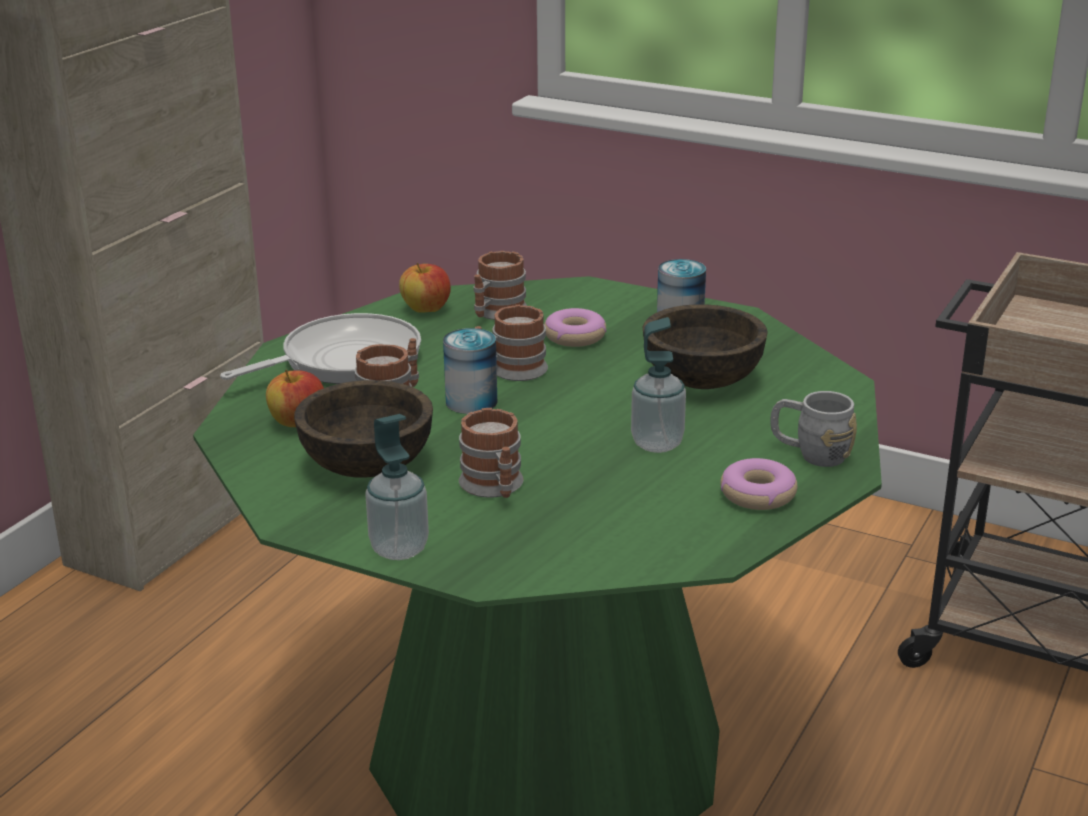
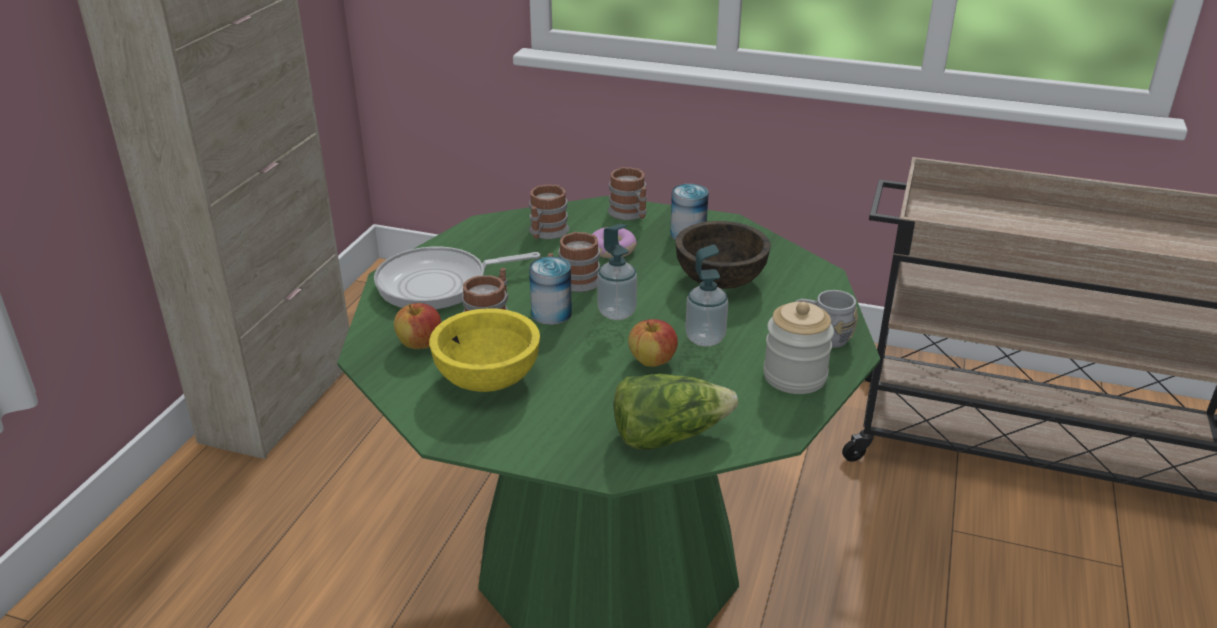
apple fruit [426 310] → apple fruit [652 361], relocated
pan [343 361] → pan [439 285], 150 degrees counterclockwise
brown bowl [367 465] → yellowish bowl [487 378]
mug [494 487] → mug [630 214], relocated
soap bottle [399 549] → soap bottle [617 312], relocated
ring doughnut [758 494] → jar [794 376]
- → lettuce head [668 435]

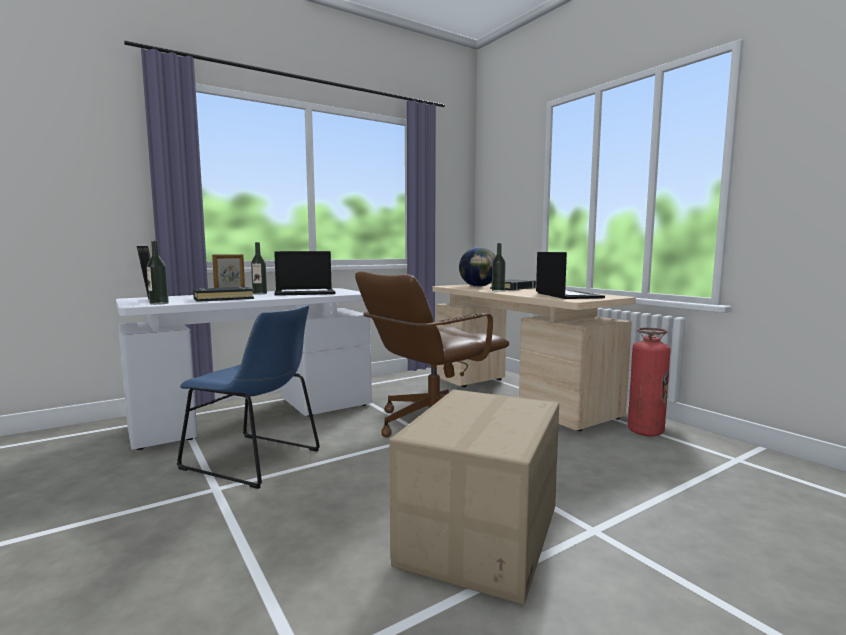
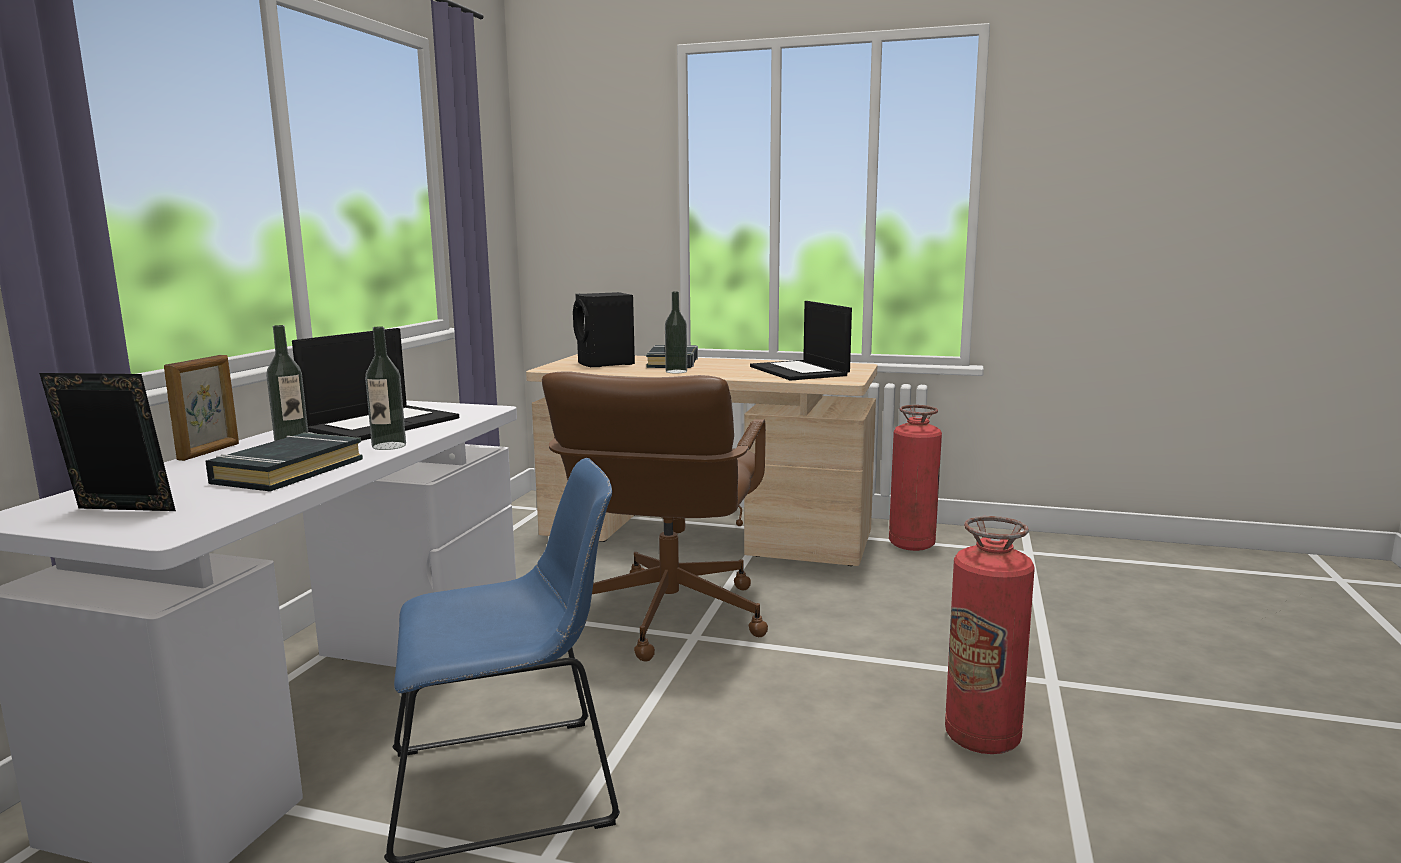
beverage bottle [159 303] → beverage bottle [389 446], relocated
desk globe [478 286] → black-coloured audio speaker [605 363]
laptop [567 295] → laptop [800 371], 150 degrees counterclockwise
packing box [482 535] → extinguisher [982 738]

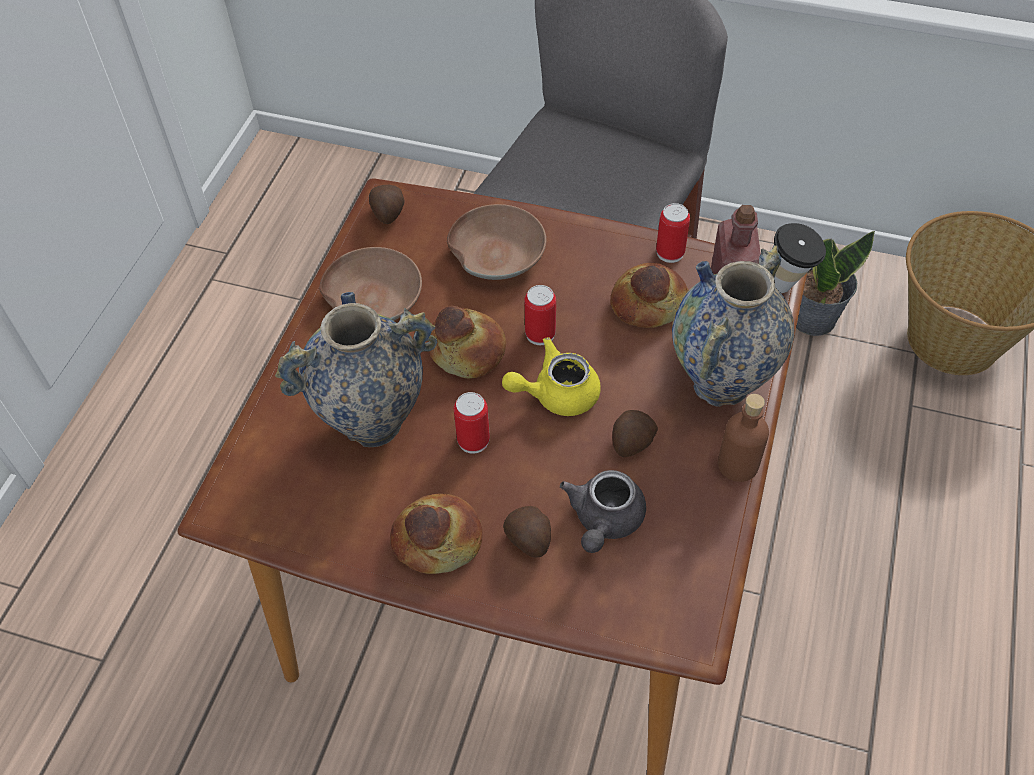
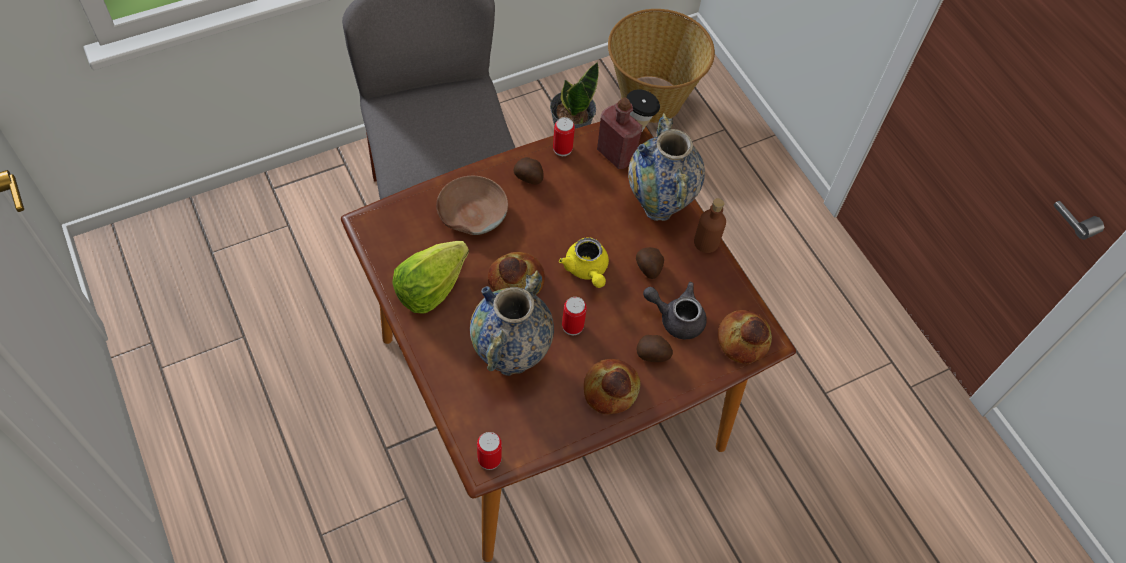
potato [387 214] → potato [529 178], relocated
brown bowl [373 298] → lettuce head [430 288]
baked bread [648 303] → baked bread [742 340], relocated
metal can [540 334] → metal can [489 459], relocated
yellowish pot for tea [556 394] → yellowish pot for tea [587 270], 45 degrees counterclockwise
grey pot for tea [604 521] → grey pot for tea [676 318], 135 degrees clockwise

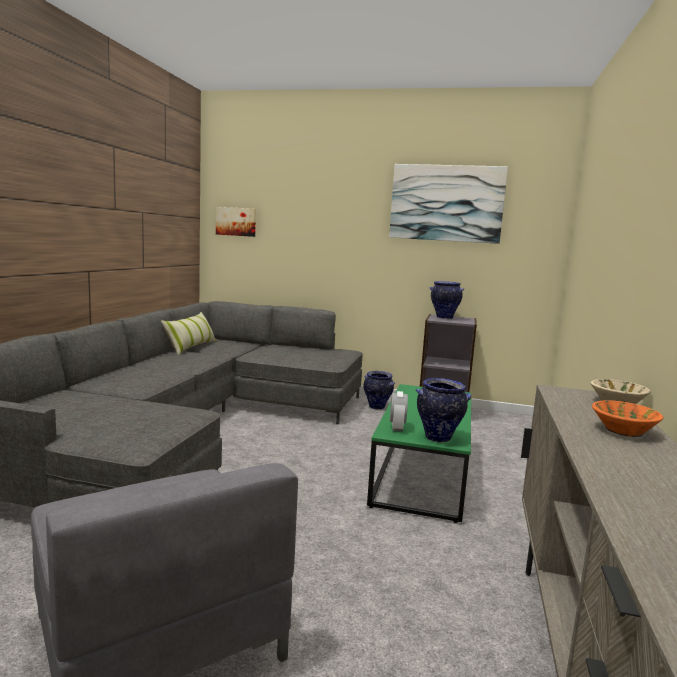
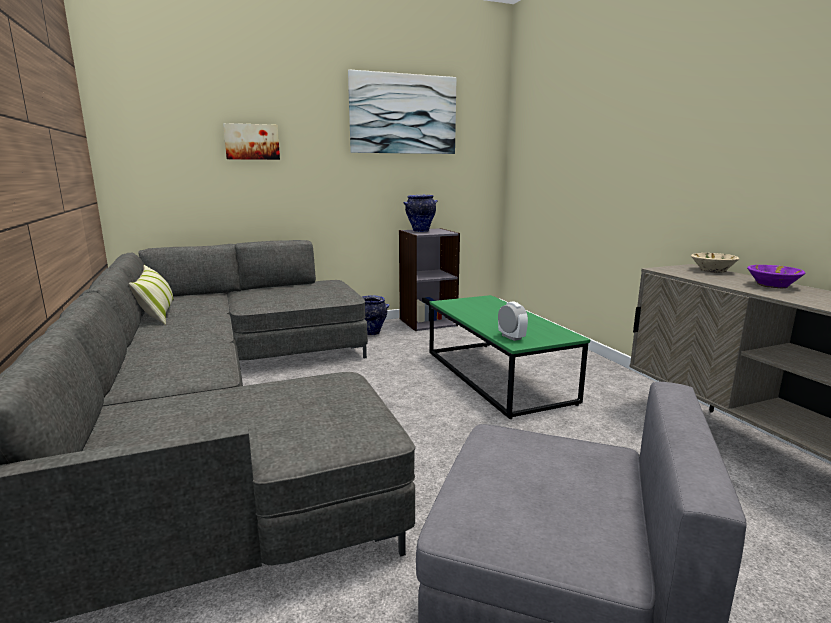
wall art [236 221] → wall art [252 142], relocated
flower vase [438 438] → -
orange bowl [623 431] → purplish bowl [772 285]

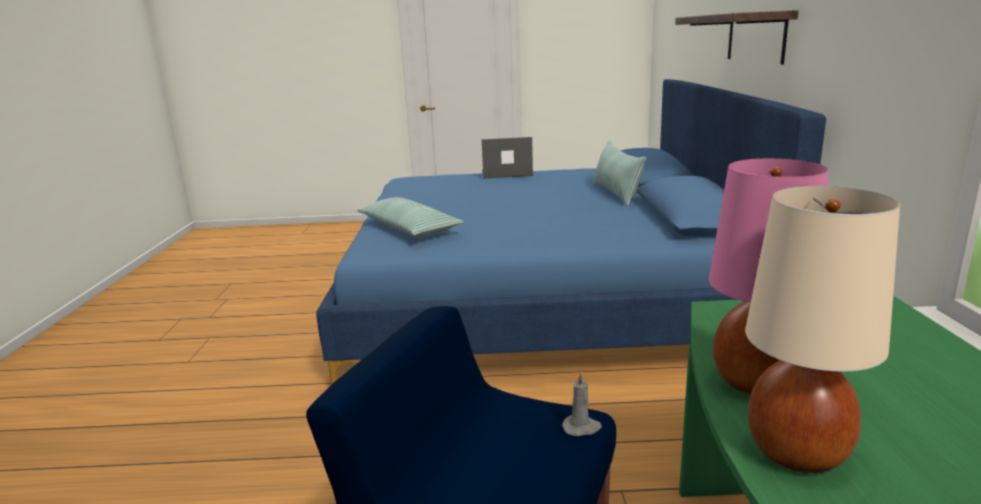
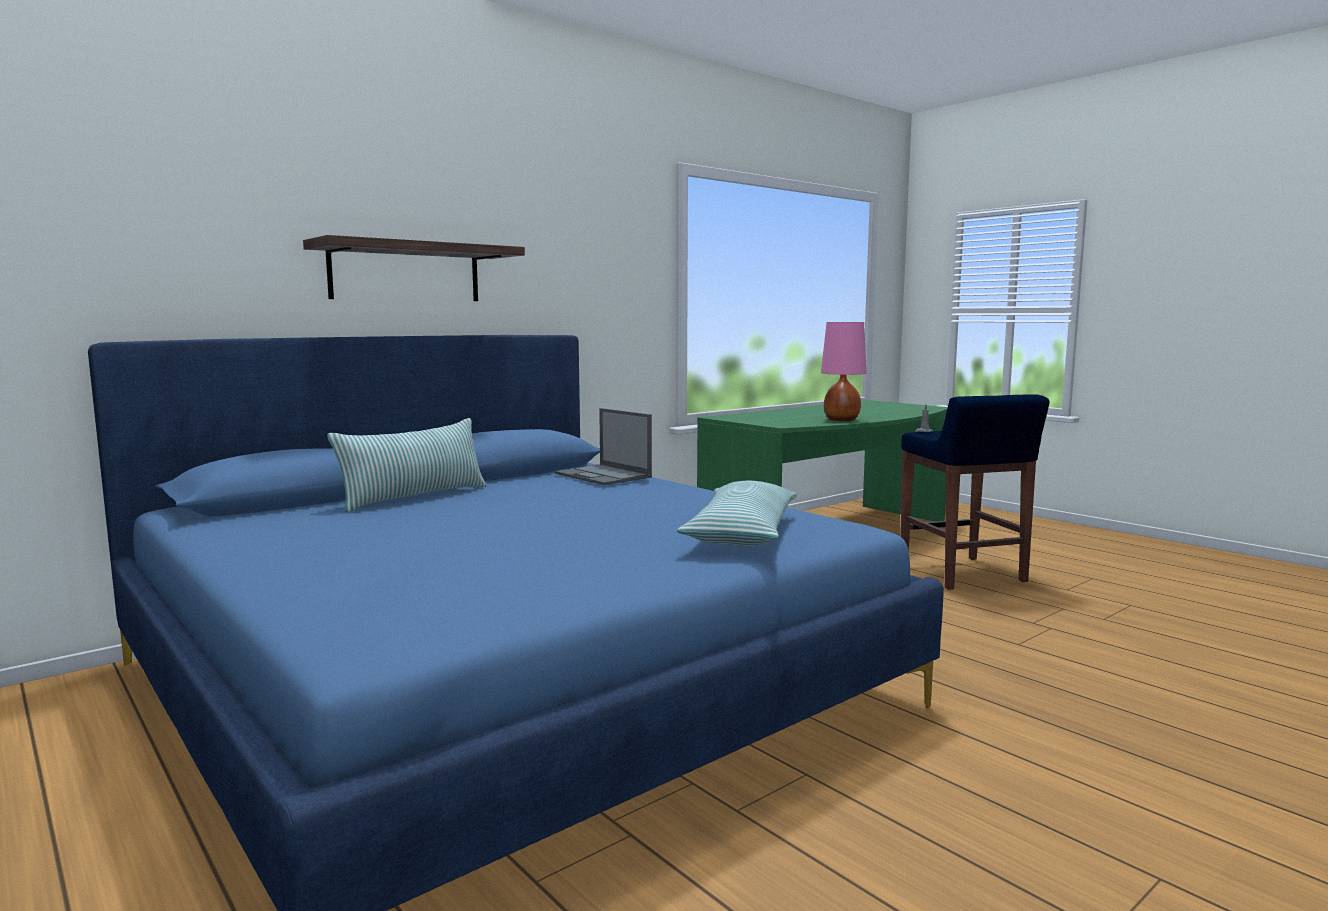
laptop [506 173] → laptop [604 475], relocated
sand-coloured lamp for a table [797 453] → -

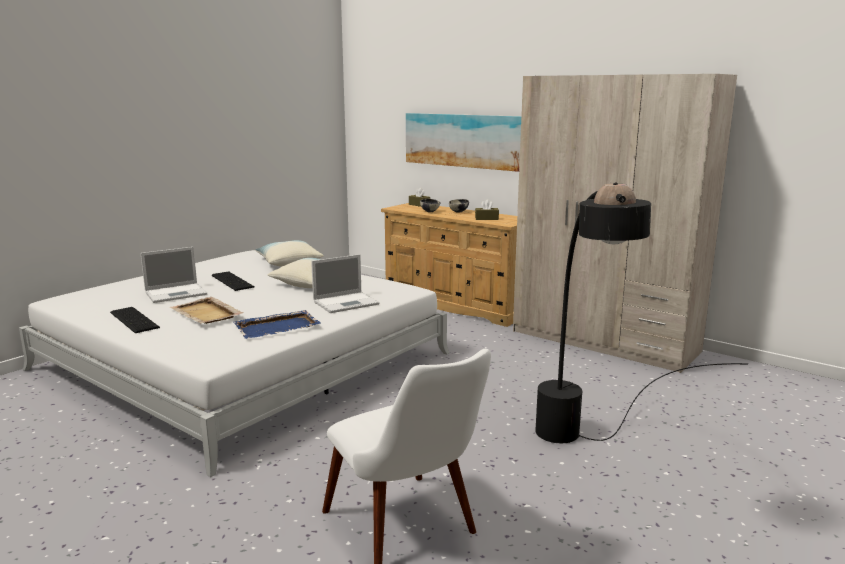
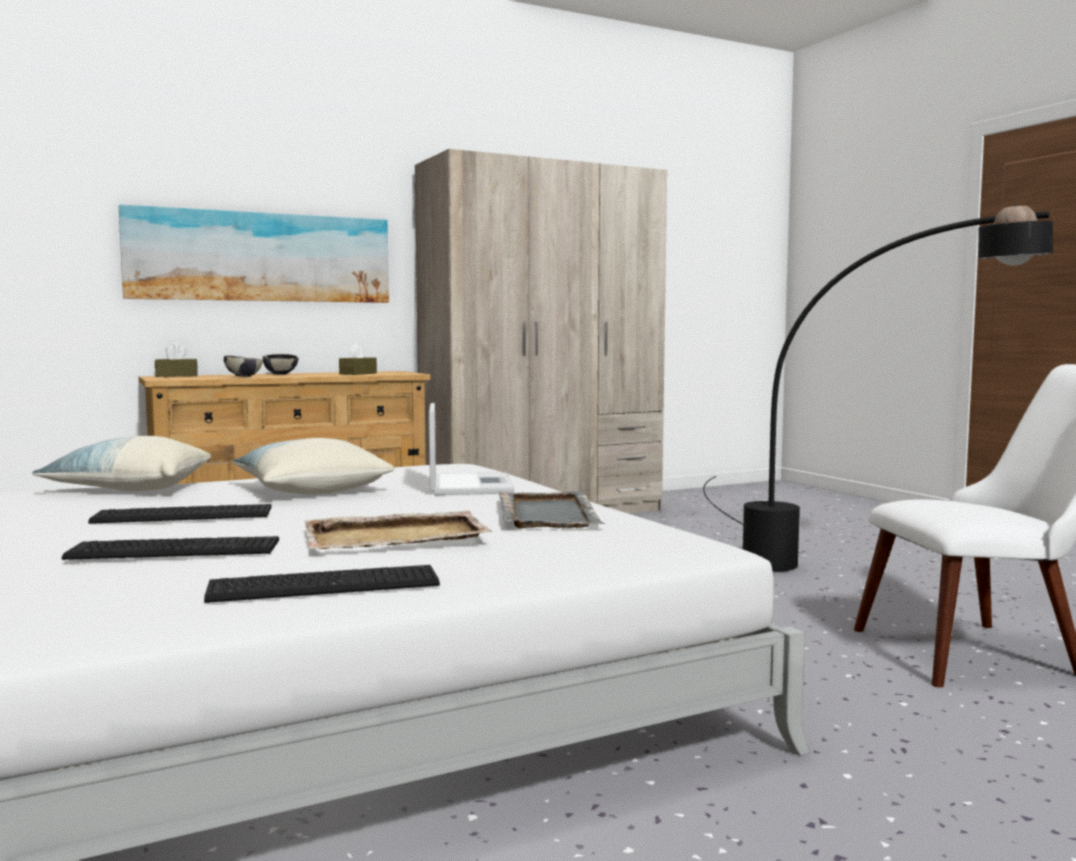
laptop [177 293] → computer keyboard [173 548]
bluish serving tray [278 327] → grey serving tray [547 514]

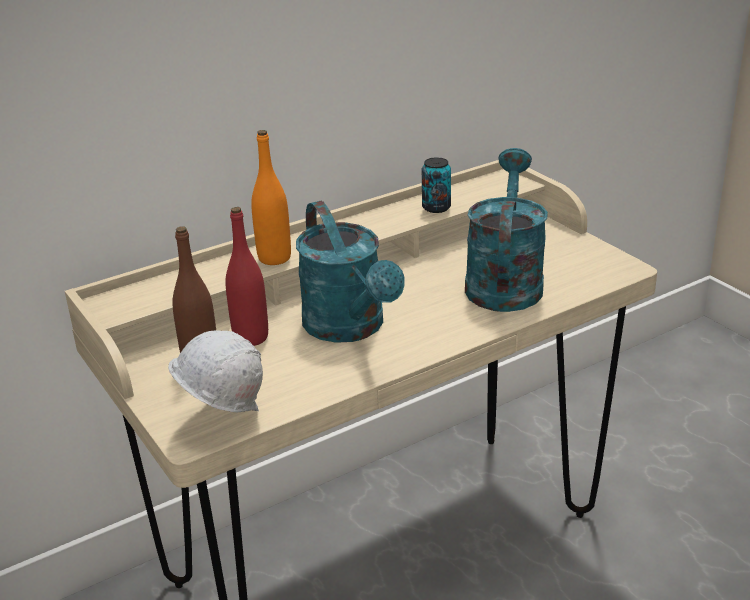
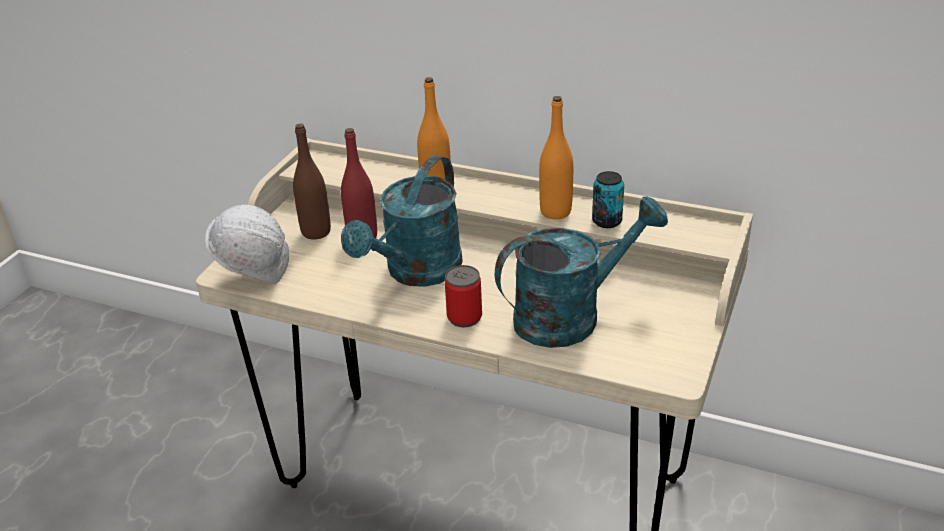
- → orange beverage bottle [555 212]
- → metal can [464 317]

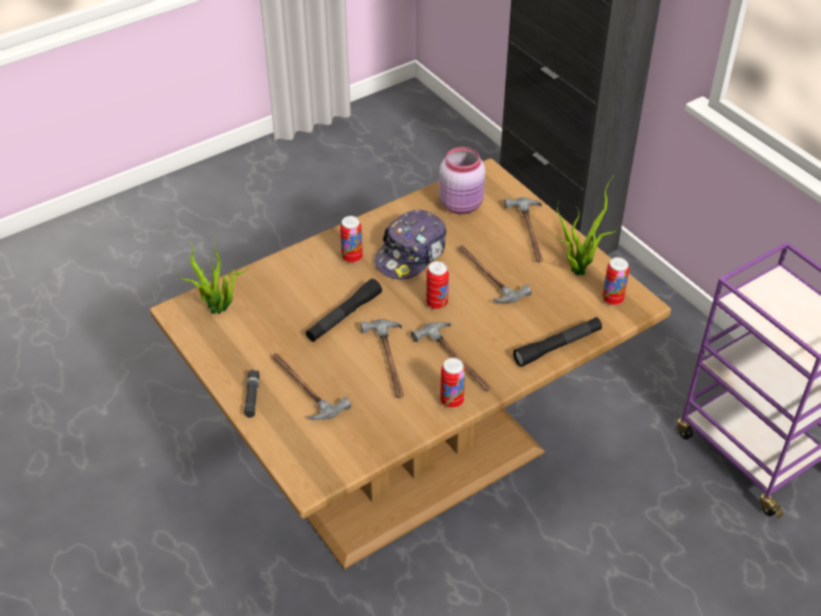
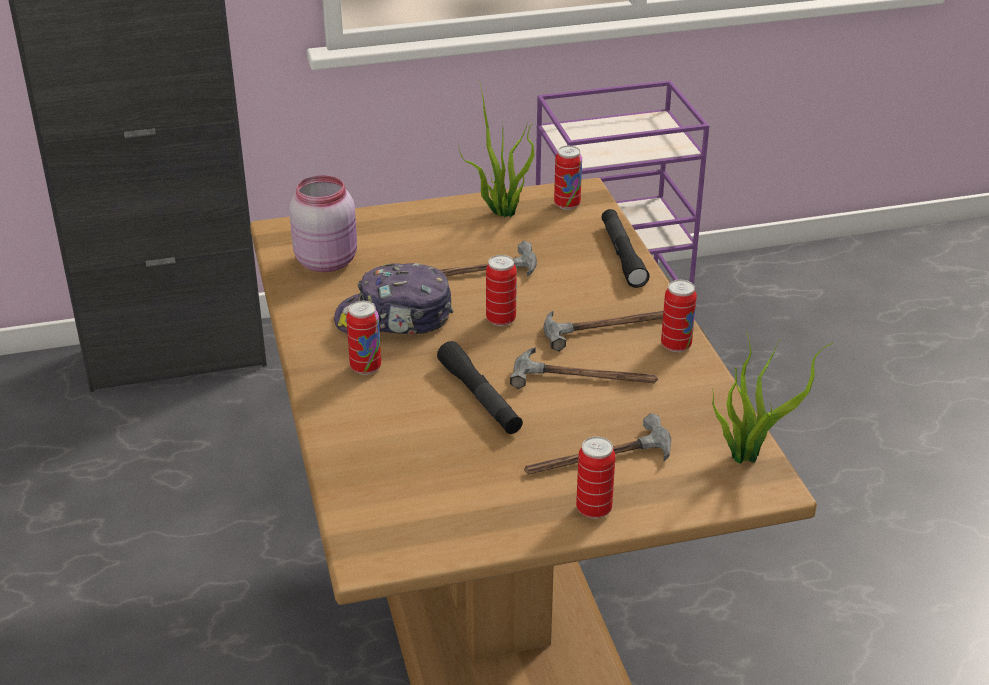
hand hammer [530 232] → -
cap [411 254] → cap [394 318], 120 degrees clockwise
plant in a pot [219 310] → plant in a pot [749 454], relocated
black-coloured torch [252 397] → metal can [594 509]

